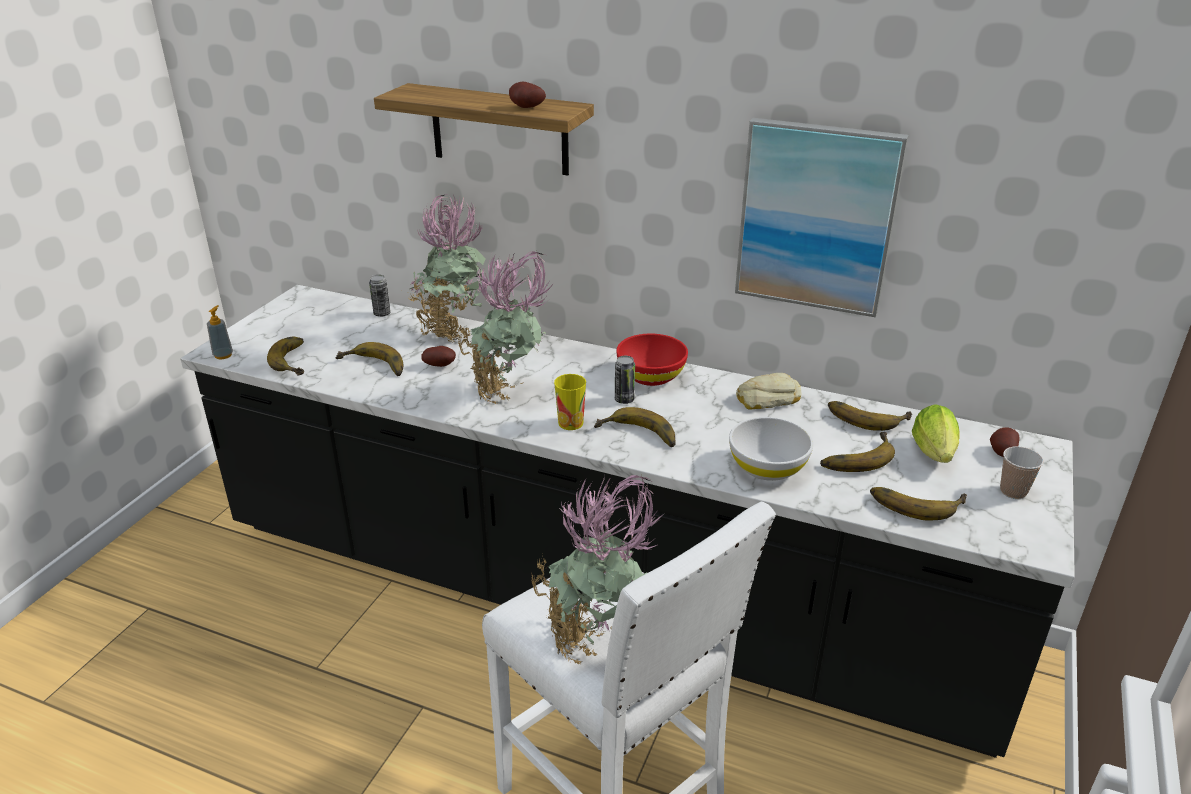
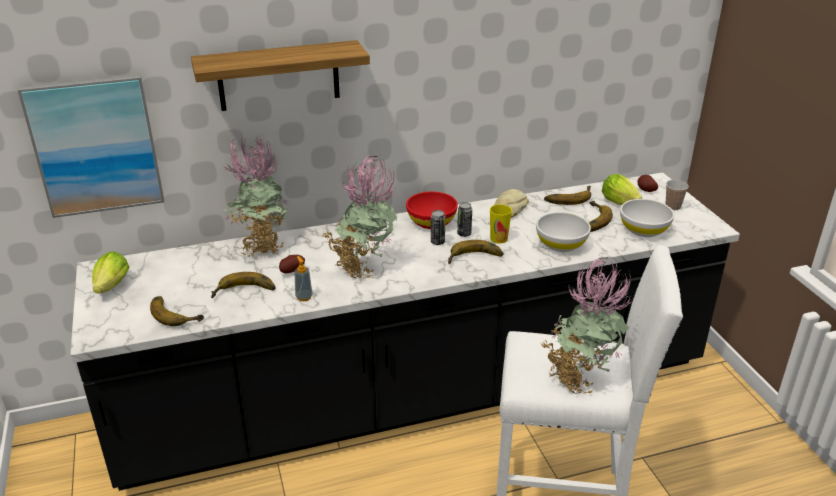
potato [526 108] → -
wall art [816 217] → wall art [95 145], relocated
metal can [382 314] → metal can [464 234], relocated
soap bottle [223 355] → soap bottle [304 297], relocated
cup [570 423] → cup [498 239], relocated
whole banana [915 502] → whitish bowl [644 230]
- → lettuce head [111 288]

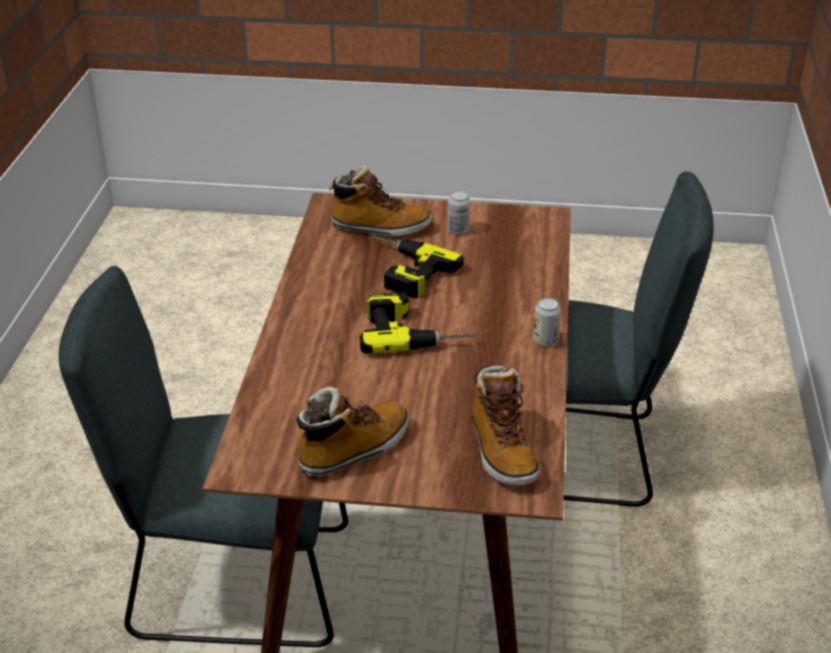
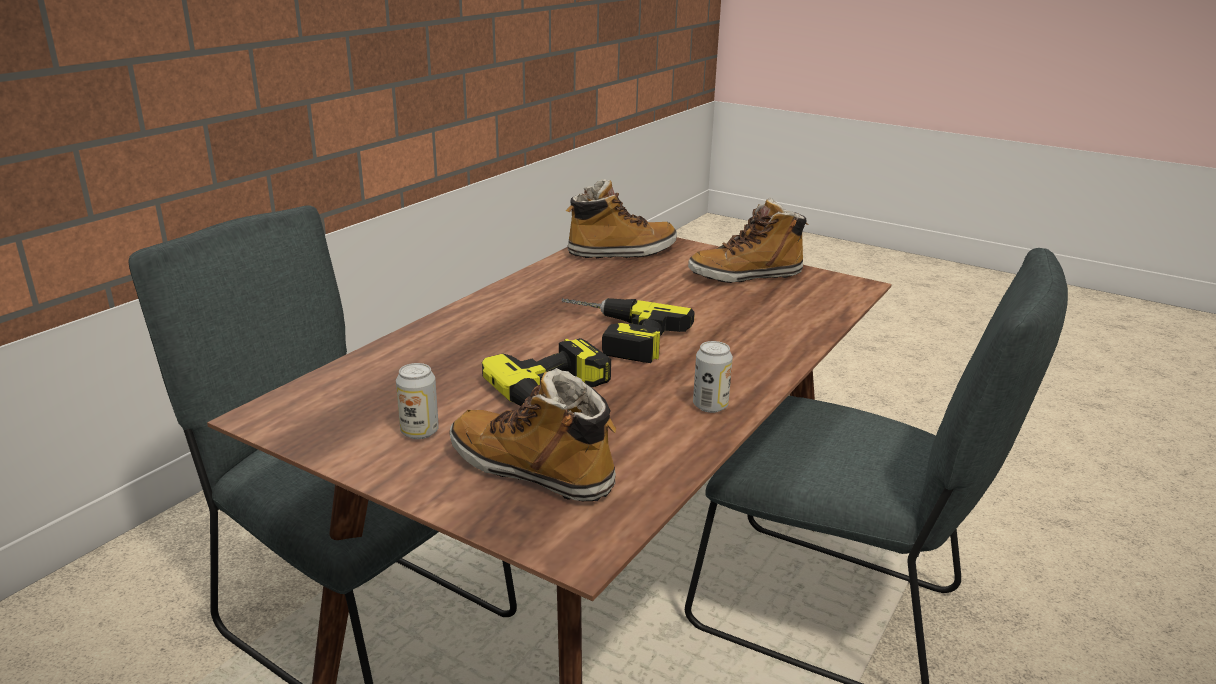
metal can [545 341] → metal can [710 406], relocated
high-top boot [501 451] → high-top boot [621 252], 60 degrees clockwise

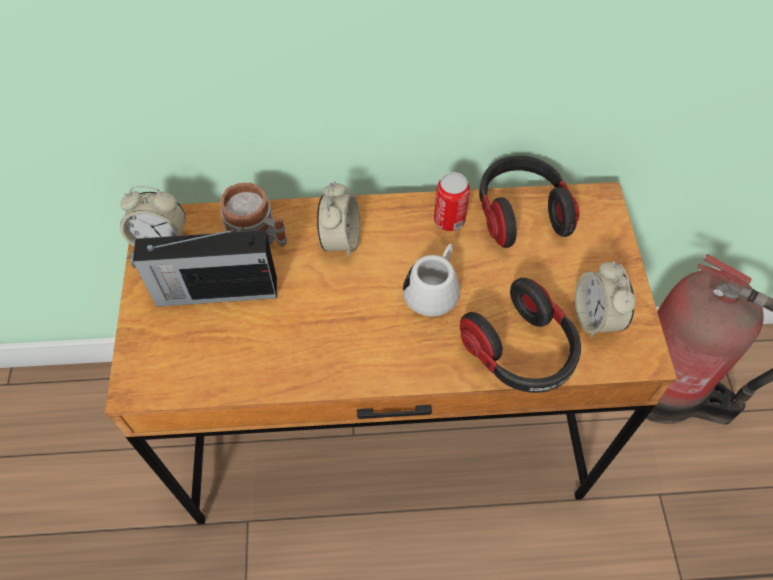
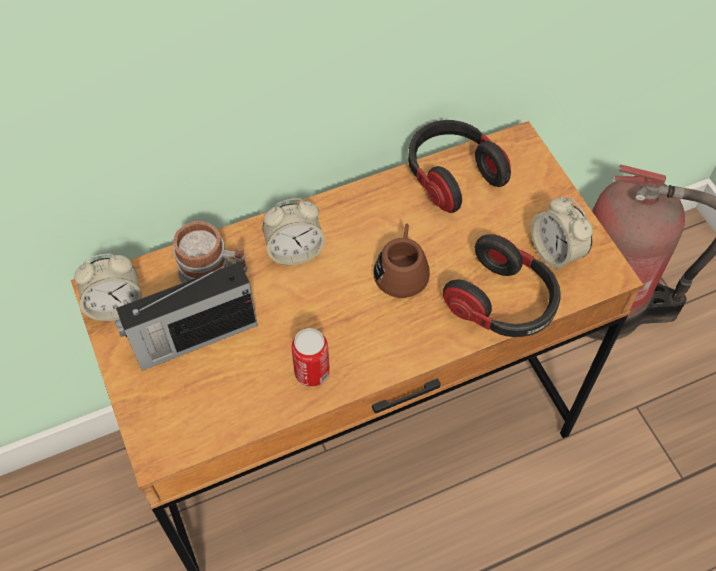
metal can [449 220] → metal can [312 372], relocated
bedside clock [340 240] → bedside clock [294 251], 90 degrees clockwise
whitish mug [434 288] → brown mug [402 270]

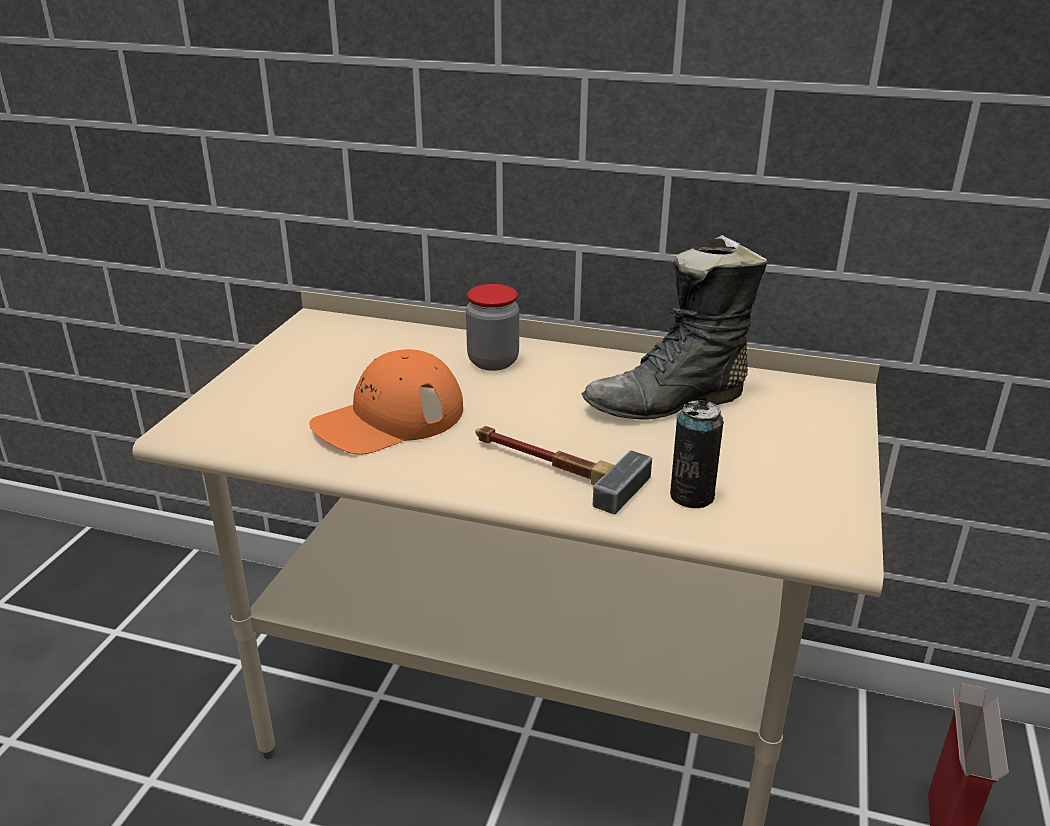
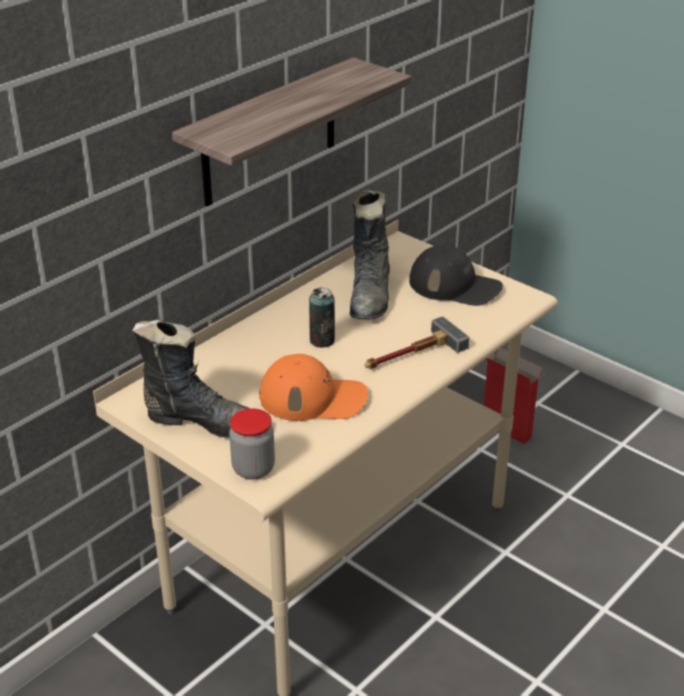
jar [493 362] → jar [253 469], relocated
orange cap [389 419] → orange cap [313 398], 75 degrees counterclockwise
metal can [691 496] → metal can [322 341], relocated
- → wall shelf [269 133]
- → black-coloured cap [455 286]
- → black-coloured high-top boot [203 422]

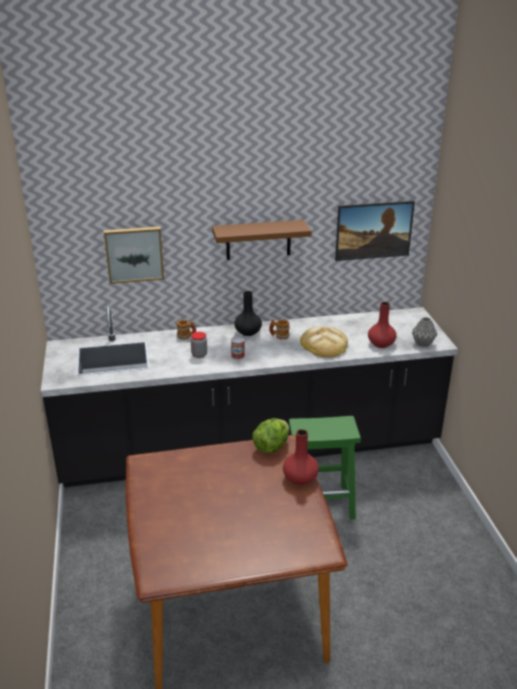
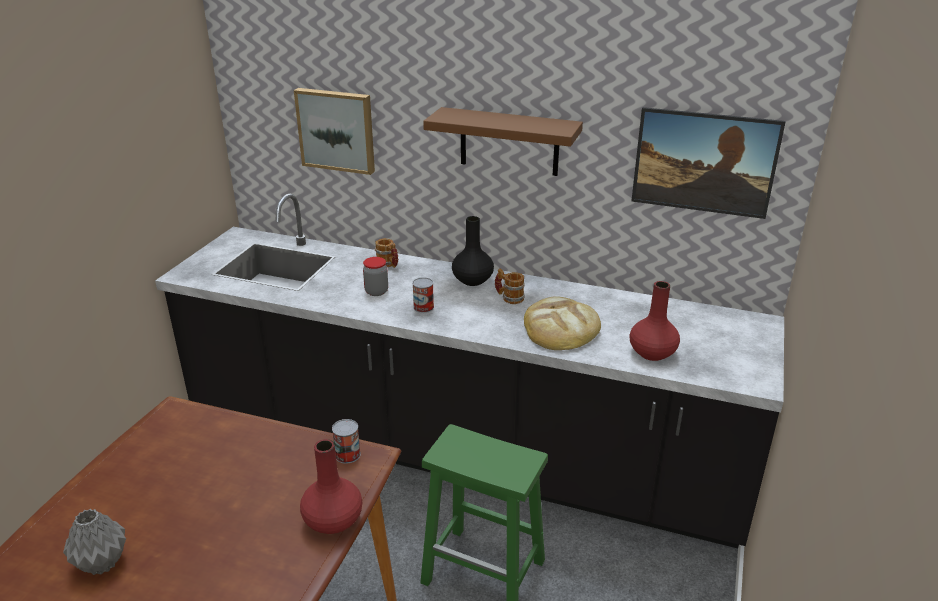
grey flower vase [422 344] → grey flower vase [101 563], relocated
lettuce head [271 447] → metal can [347 454]

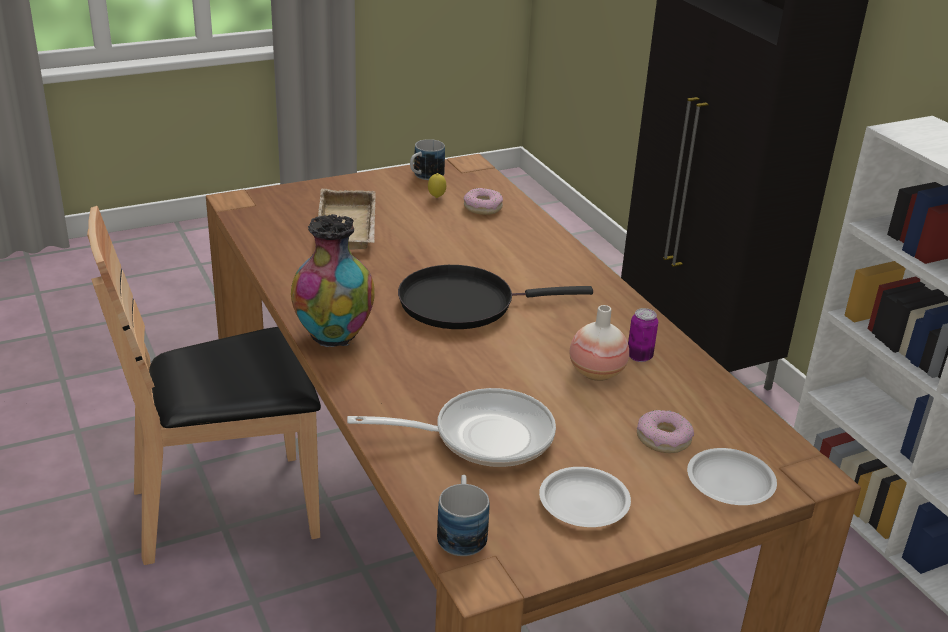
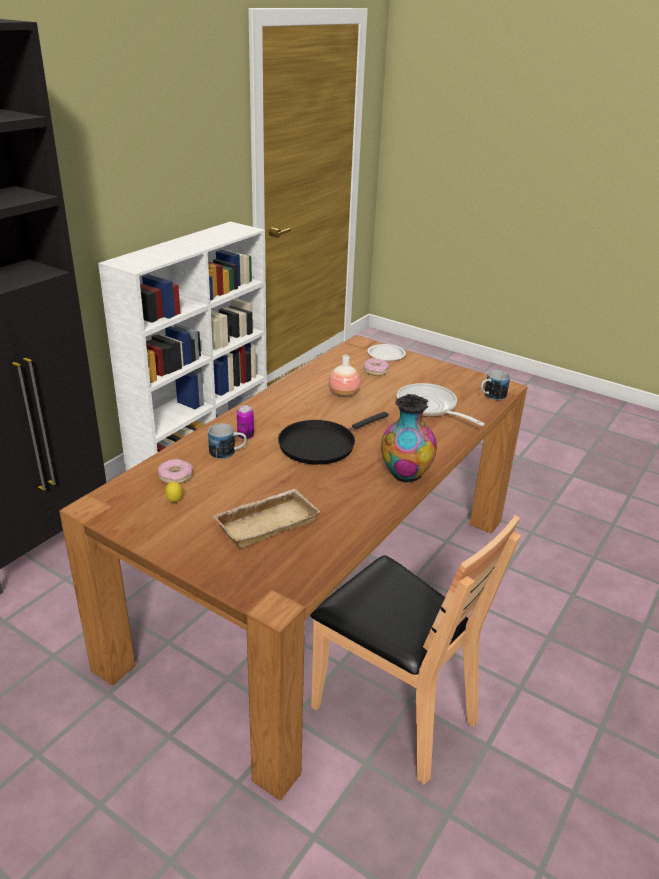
mug [424 176] → mug [228 453], relocated
black-coloured pan [464 303] → black-coloured pan [321 444], 90 degrees clockwise
metal can [639 356] → metal can [245 436], relocated
whitish flat dish [584 503] → -

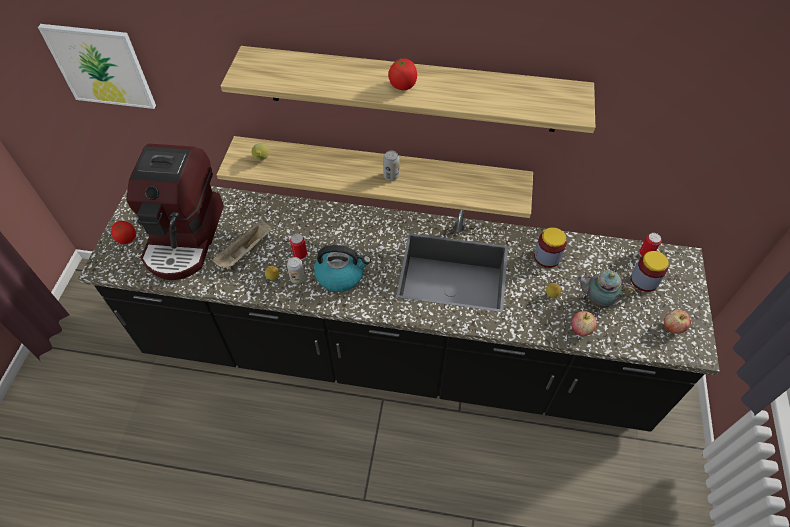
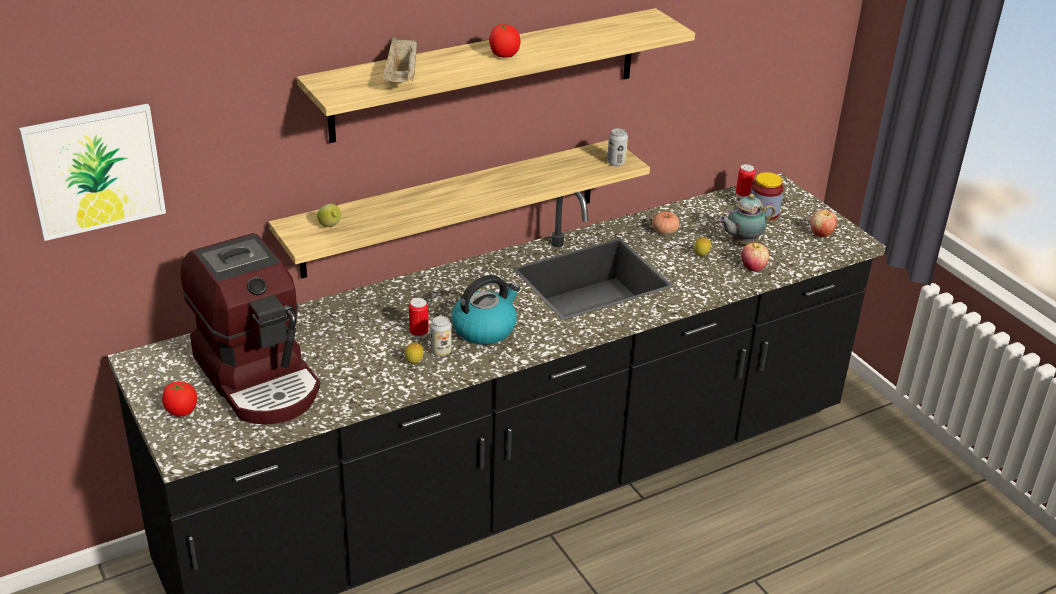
metal can [391 176] → metal can [616 162], relocated
sand-coloured serving tray [245 252] → sand-coloured serving tray [402 77], relocated
jar [547 257] → whole tomato [664 231]

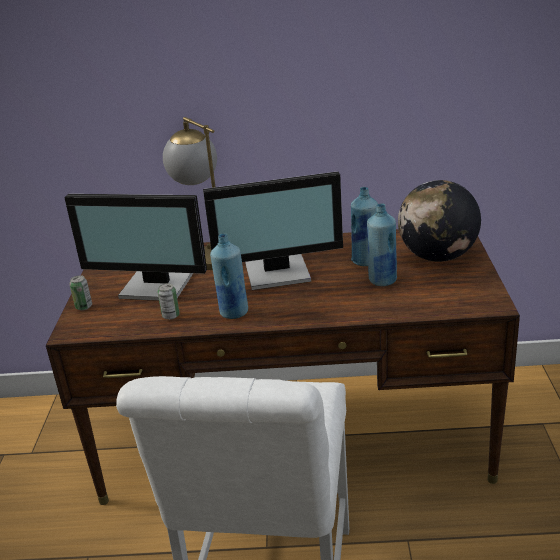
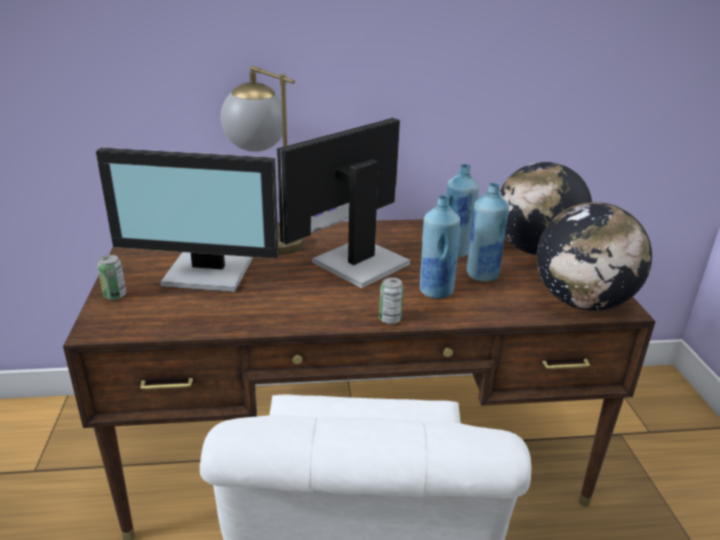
monitor [278 273] → monitor [357 262], 150 degrees clockwise
bluish beverage bottle [233 312] → bluish beverage bottle [435 291], relocated
metal can [171 316] → metal can [390 319], relocated
- → desk globe [582 302]

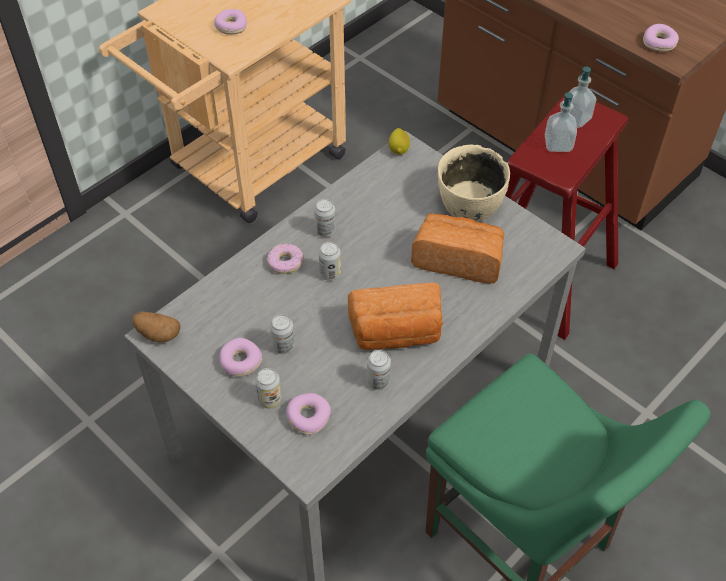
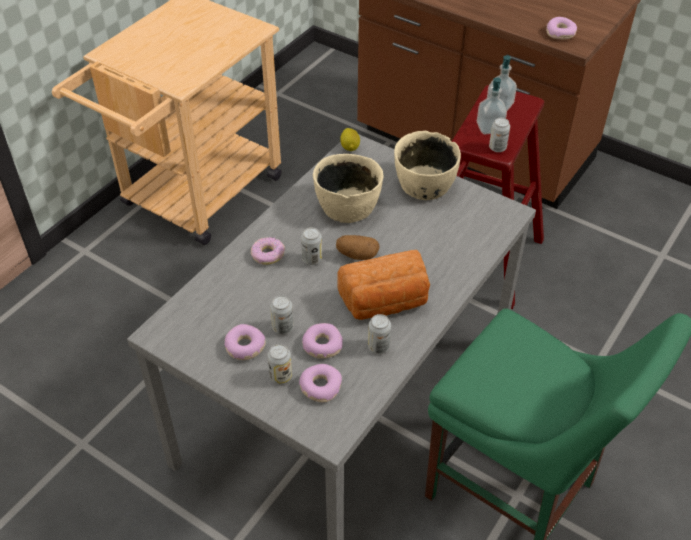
ring doughnut [231 27] → ring doughnut [322 345], relocated
metal can [325 231] → metal can [497 148], relocated
baked bread [458 259] → -
potato [157 334] → potato [357 255], relocated
- → sand-coloured bowl [347 205]

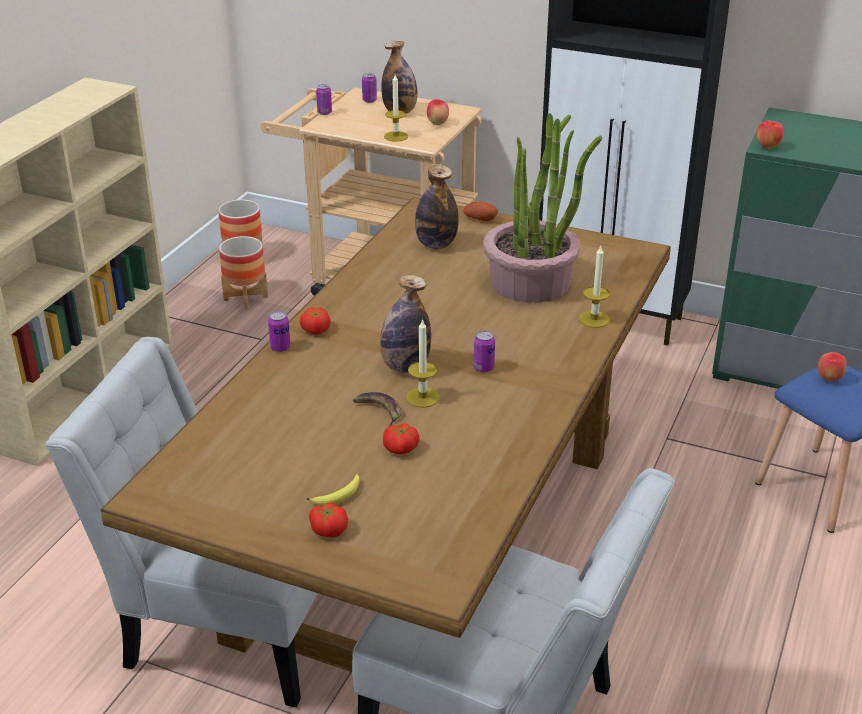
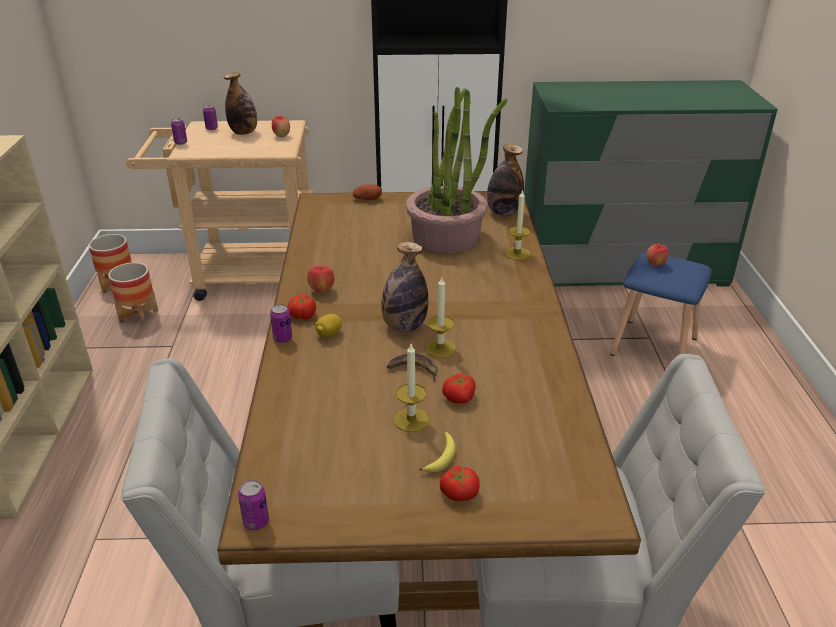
wax light [396 136] → wax light [411 420], relocated
apple fruit [767 147] → apple fruit [322 291], relocated
beverage bottle [436 244] → beverage bottle [503 213], relocated
metal can [483 368] → metal can [256 522], relocated
- → lemon [329 334]

